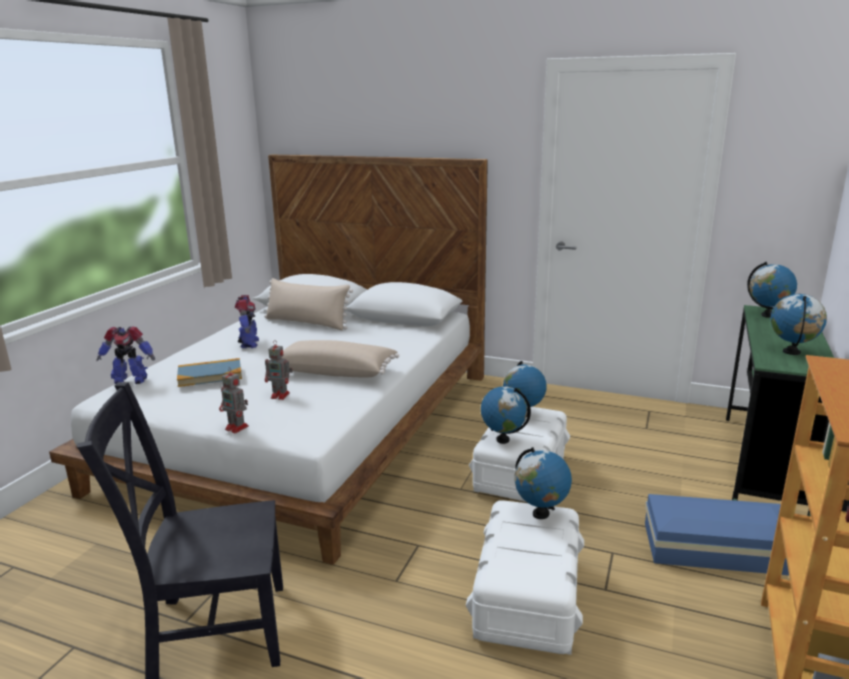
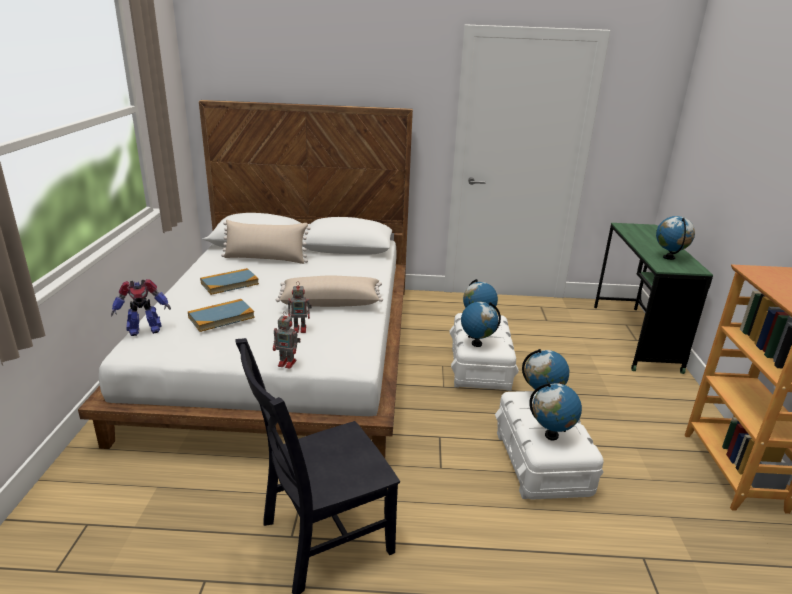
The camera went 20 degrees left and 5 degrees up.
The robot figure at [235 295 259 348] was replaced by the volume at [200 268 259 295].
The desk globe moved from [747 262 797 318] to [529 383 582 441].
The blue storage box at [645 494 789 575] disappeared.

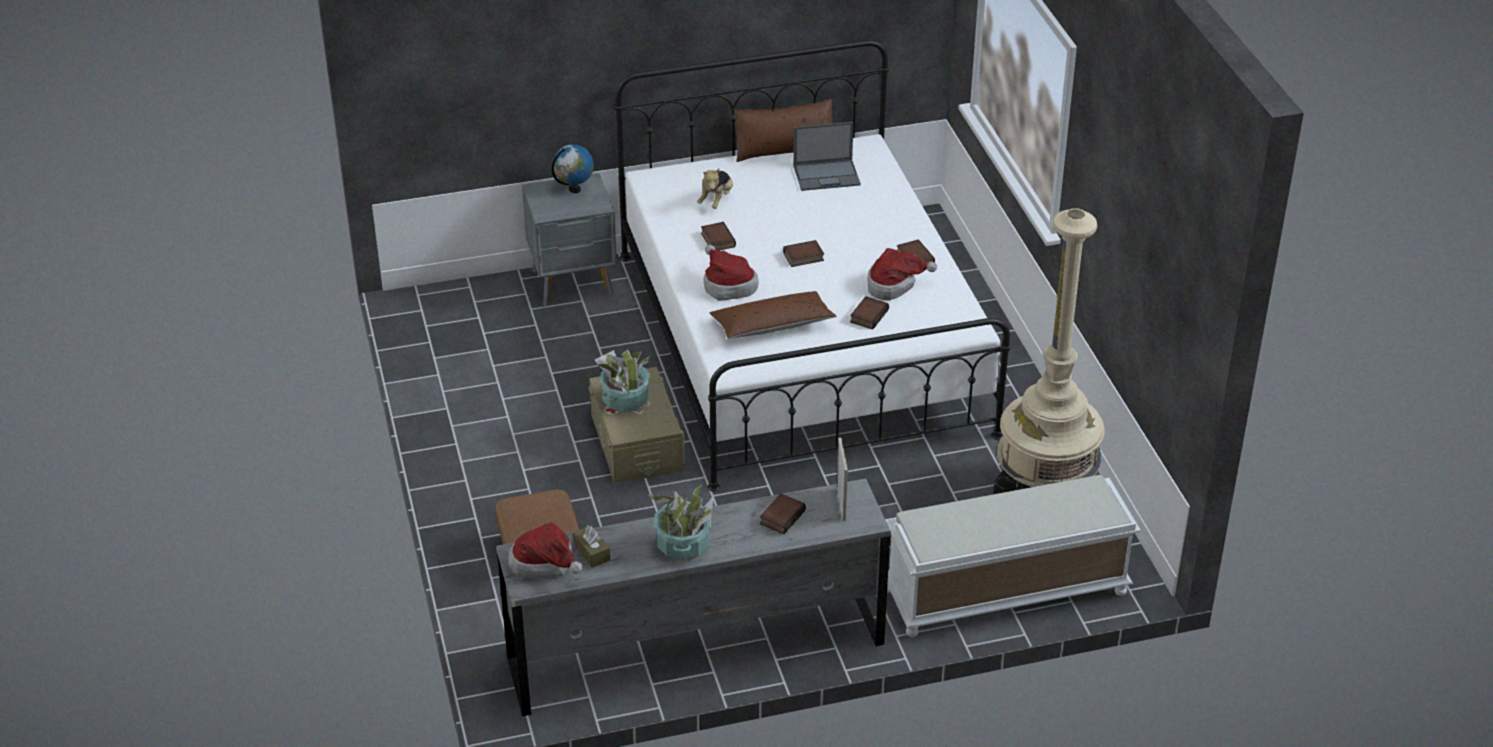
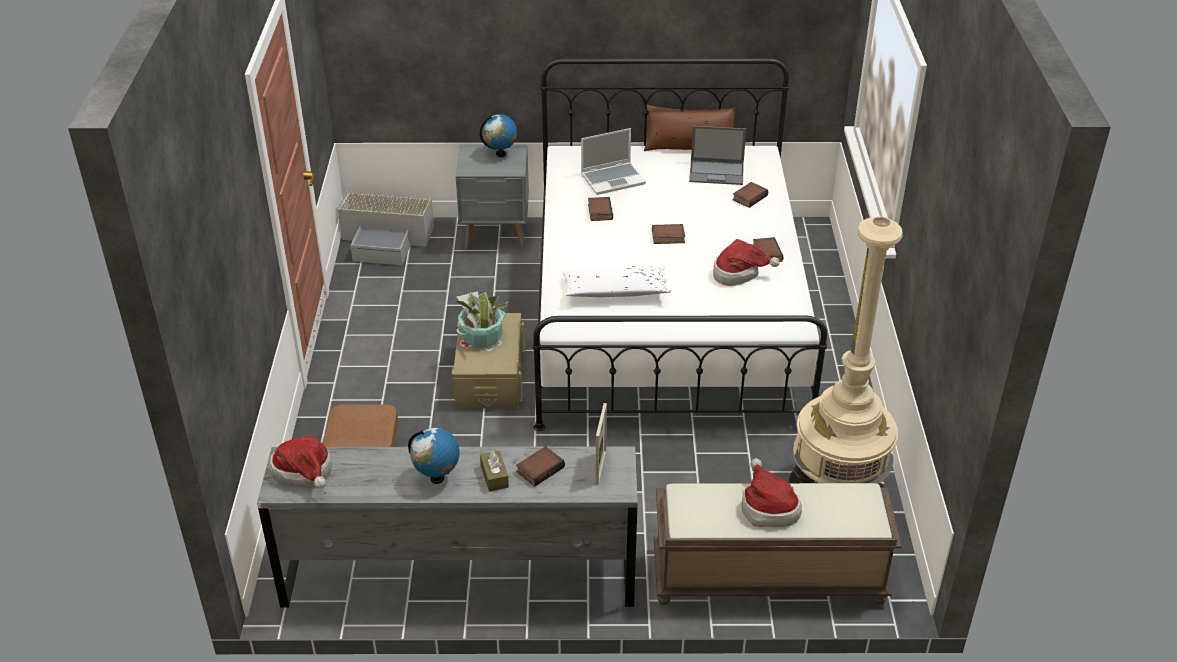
The camera went 15 degrees right and 0 degrees up.
The greyish storage box at [338 191 434 265] appeared.
The plant in a pot at [648 484 714 560] was replaced by the desk globe at [408 428 460 484].
The brownish tissue holder moved from [573 525 610 568] to [480 450 509 492].
The brownish throw pillow at [710 291 836 339] became the white-coloured throw pillow at [563 266 671 297].
The plush toy at [697 169 733 209] was replaced by the laptop at [581 128 646 195].
The white-coloured bench at [885 475 1141 637] became the brownish bench at [654 483 902 605].
The volume moved from [850 296 889 330] to [733 182 768 208].
The clothing hat moved from [704 245 759 301] to [742 458 802 527].

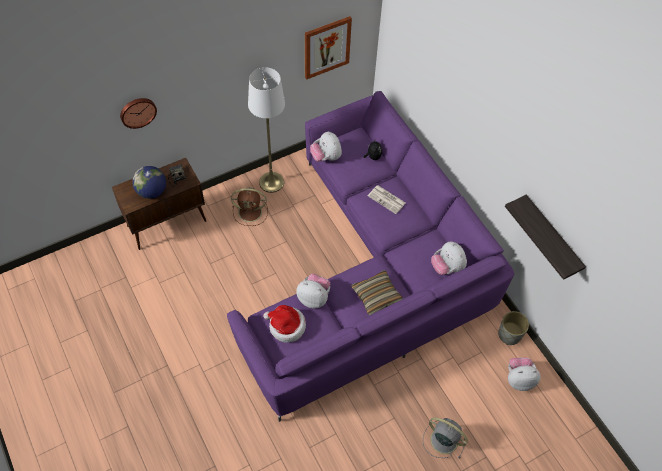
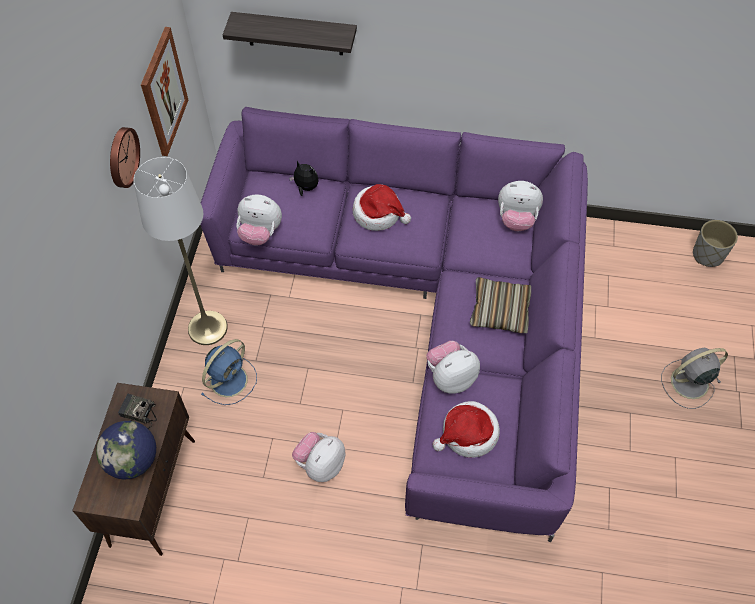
The camera went 50 degrees left and 0 degrees up.
The wall clock moved from [120 98 157 129] to [110 127 140 188].
The brownish fan at [231 188 268 226] became the blue fan at [201 339 257 405].
The shelf moved from [505 195 586 280] to [223 12 357 55].
The plush toy moved from [508 358 541 391] to [292 432 345 482].
The newspaper at [368 185 406 214] was replaced by the clothing hat at [353 184 411 231].
The greyish flower pot moved from [498 311 529 345] to [693 220 738 267].

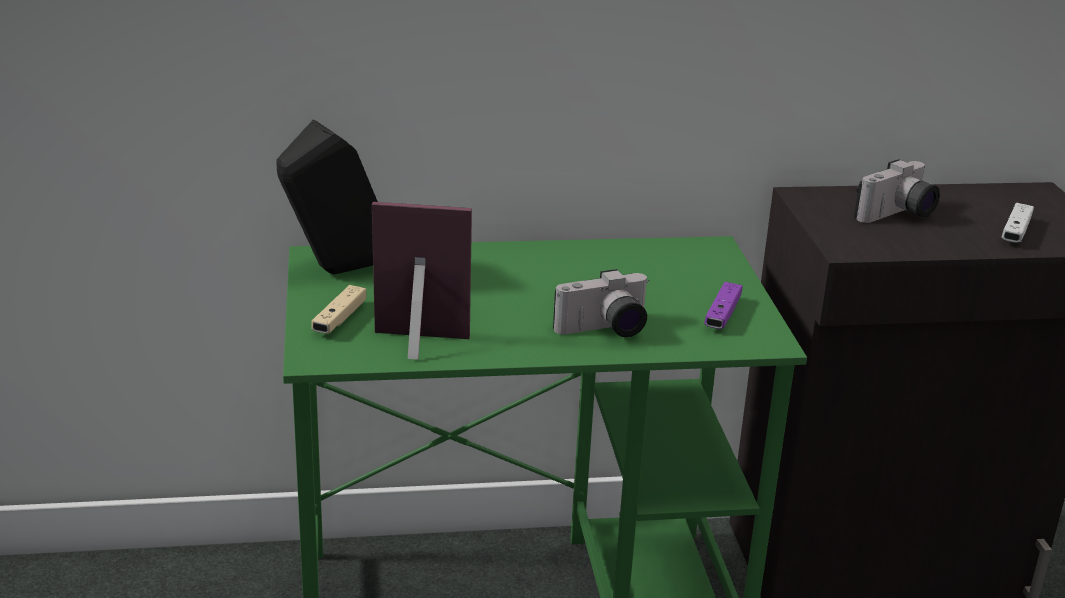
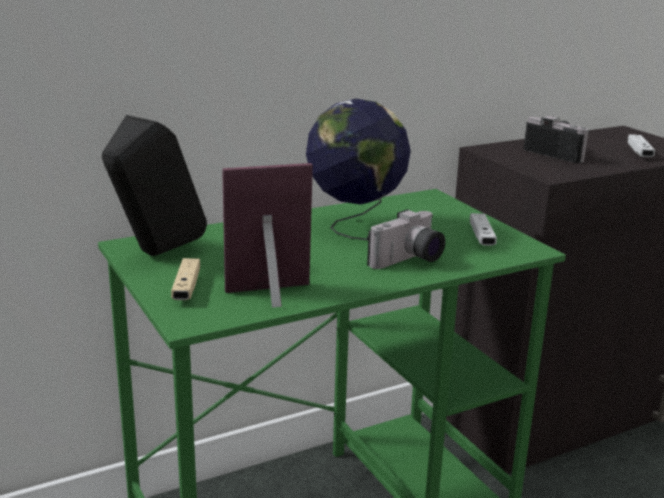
The camera went 20 degrees left and 5 degrees down.
The desk globe at [306 99 411 240] appeared.
The purple-coloured game controller at [704 282 742 329] became the white-coloured game controller at [470 213 497 246].
The photo camera at [854 159 940 223] turned 75 degrees counterclockwise.

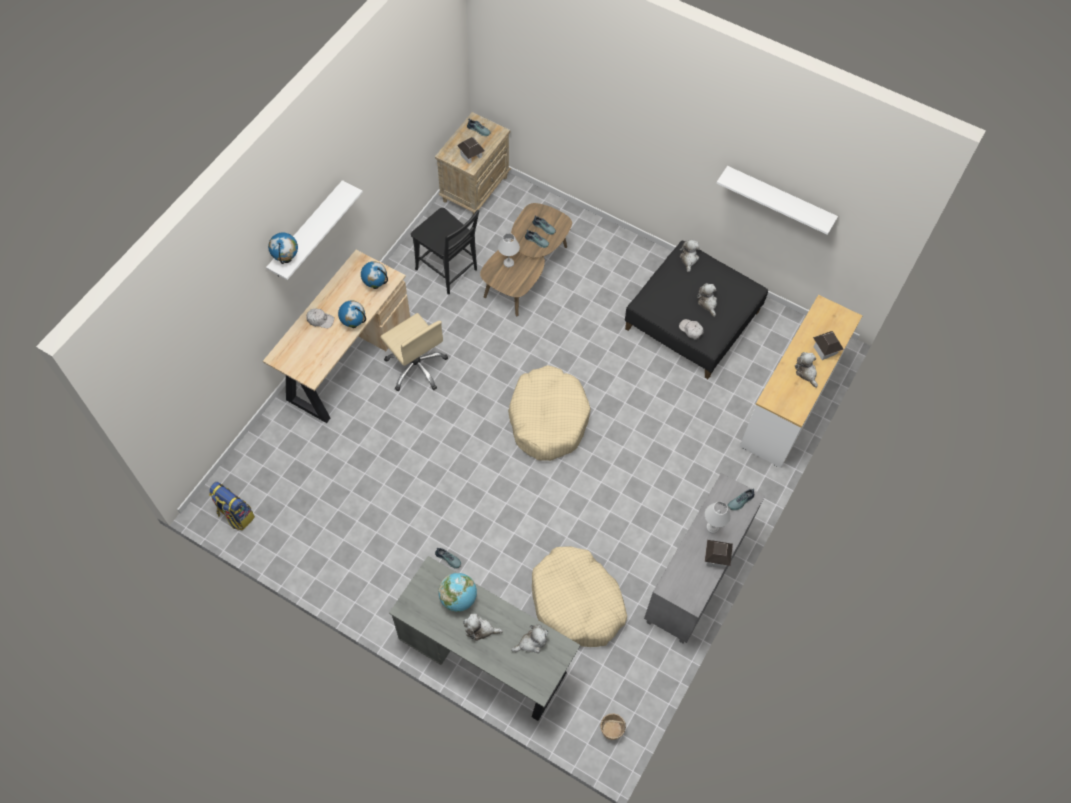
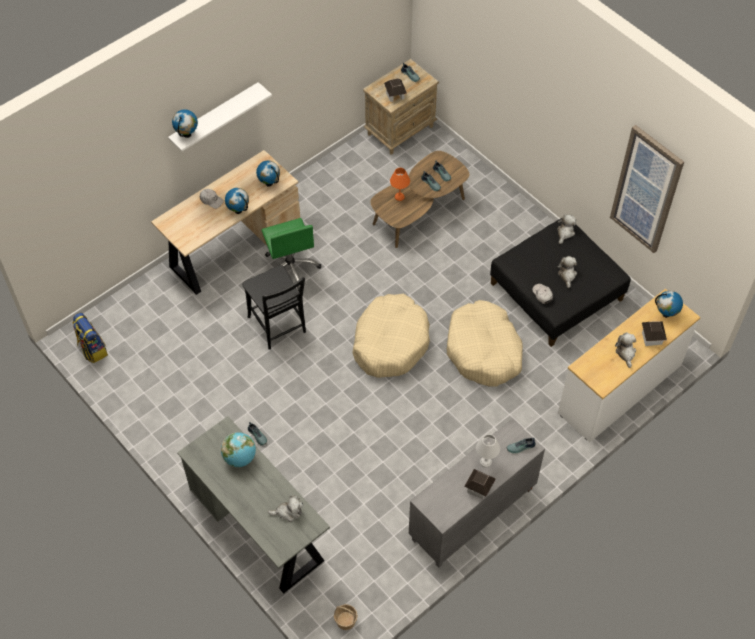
The camera went 20 degrees right and 5 degrees down.
The blackish plain chair moved from [411 208 479 295] to [242 265 306 350].
The beige-coloured computer chair at [380 313 448 391] became the green-coloured computer chair at [261 218 321 292].
The white-coloured lamp for a table at [498 233 520 267] became the orangey lamp for a table at [390 168 410 201].
The beige-coloured dog cushion moved from [532 546 627 647] to [447 300 523 386].
The white-coloured shelf at [716 166 838 235] was replaced by the wall picture at [610 125 684 253].
The desk globe at [655 291 683 318] appeared.
The plush toy at [463 614 503 641] disappeared.

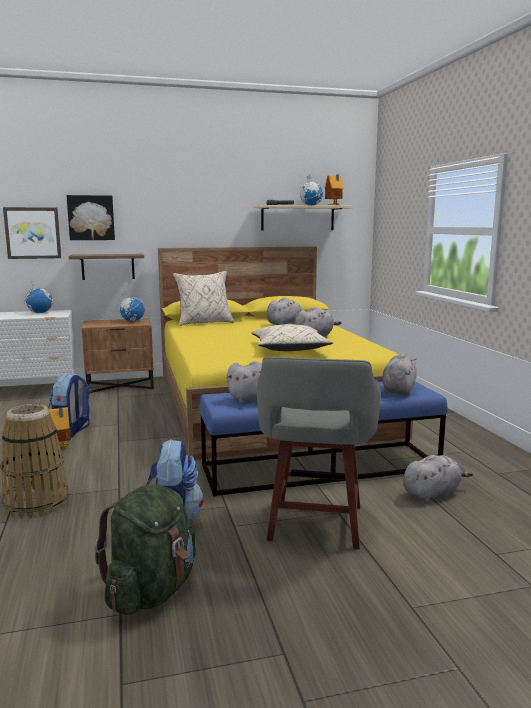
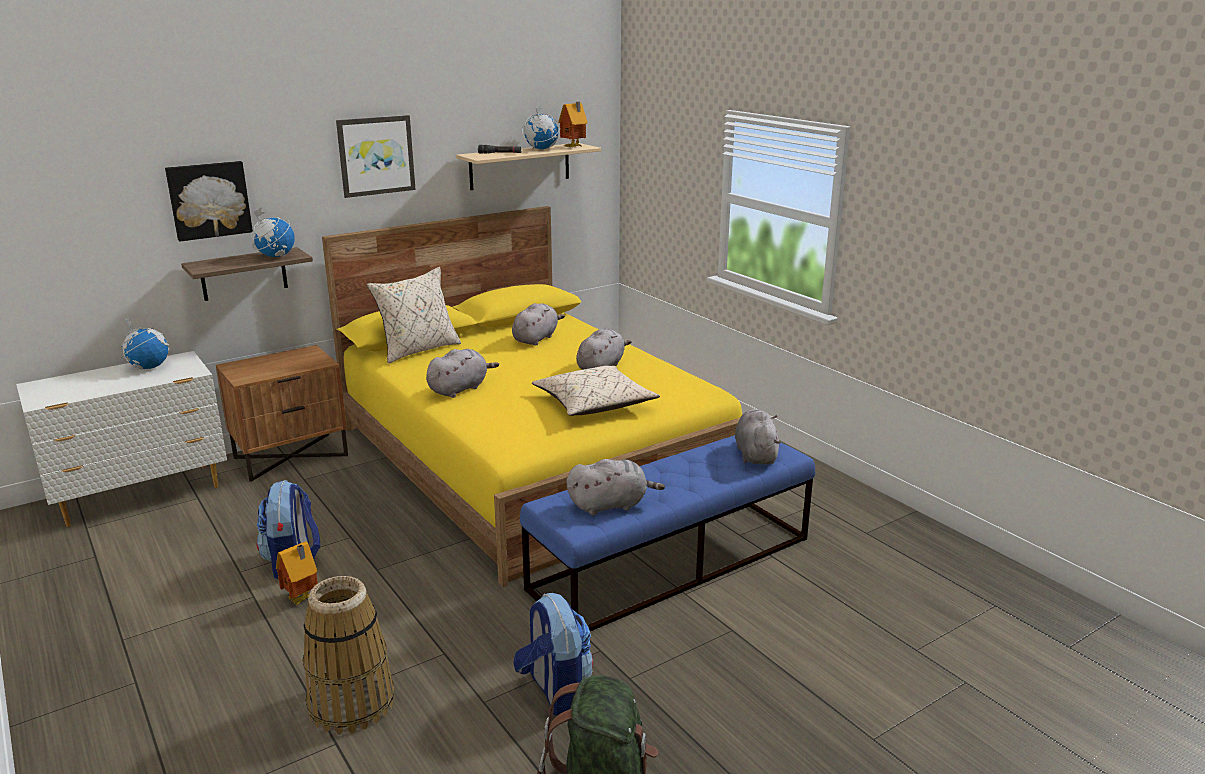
The camera went 20 degrees left and 10 degrees up.
The desk globe moved from [119 290 144 322] to [251 207 295 257].
The wall picture moved from [3 207 61 259] to [336 115 416 198].
The greyish plush toy moved from [403 455 473 502] to [426 349 499 398].
The greyish sitting stool at [257 357 381 549] disappeared.

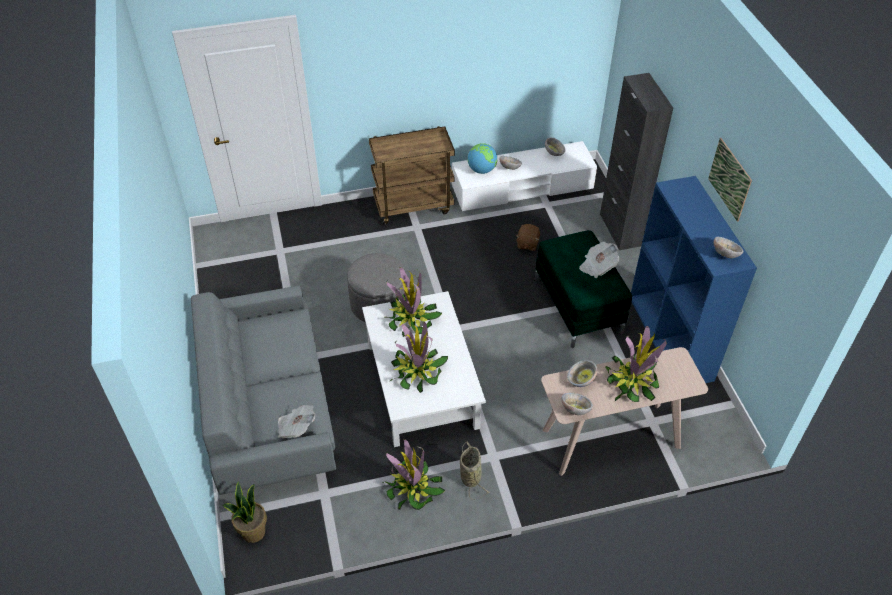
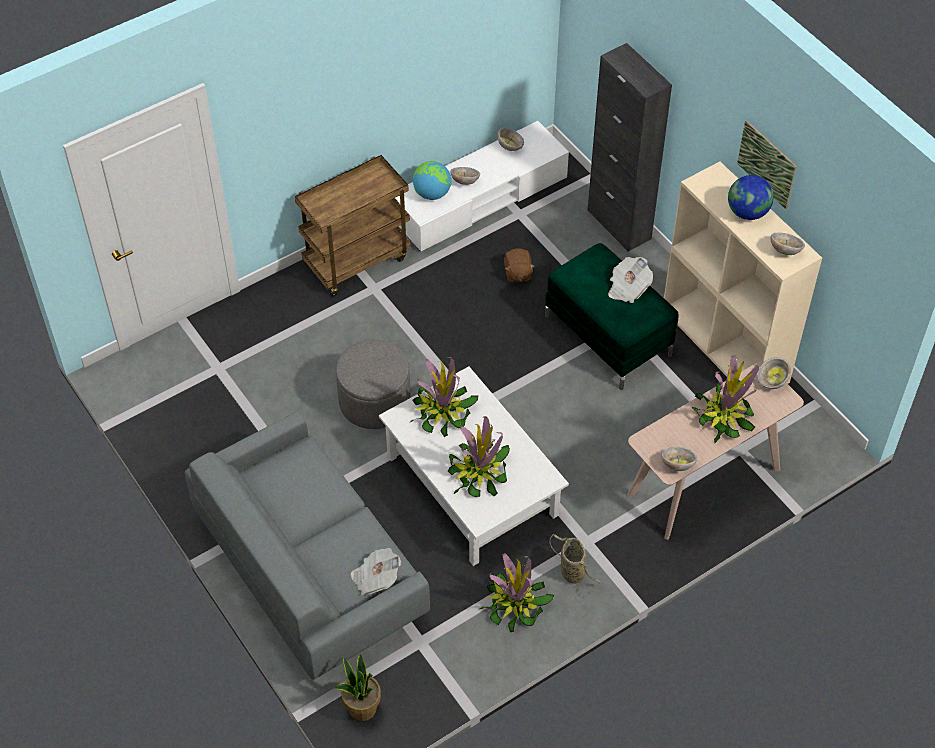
The camera went 20 degrees left and 5 degrees up.
The blue bookshelf at [631 176 757 383] became the beige-coloured bookshelf at [664 161 822 384].
The desk globe at [728 175 774 220] appeared.
The bowl moved from [567 360 597 387] to [757 357 791 389].

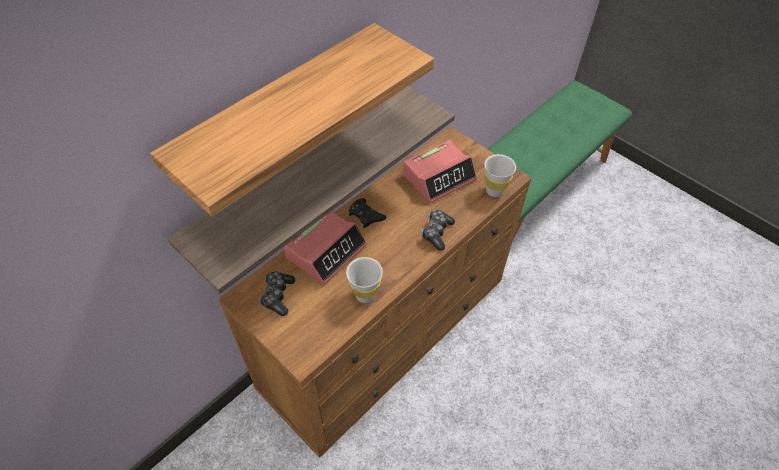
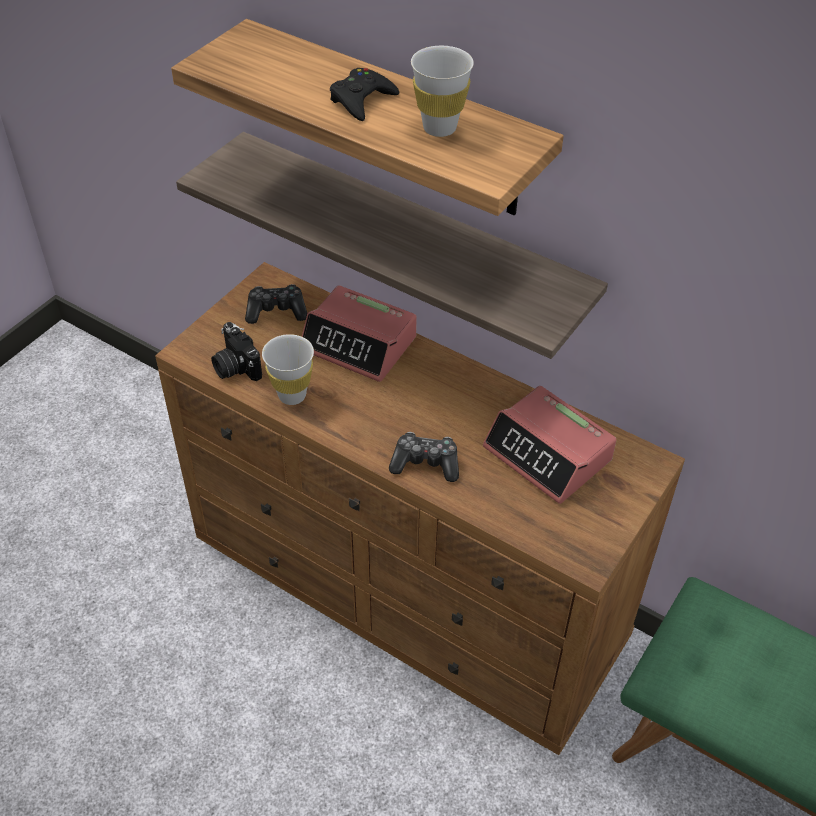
The camera went 80 degrees right and 5 degrees down.
The photo camera at [211 322 262 381] appeared.
The blackish game controller moved from [349 198 387 228] to [330 68 399 121].
The white-coloured small cup moved from [484 154 516 197] to [411 46 474 137].

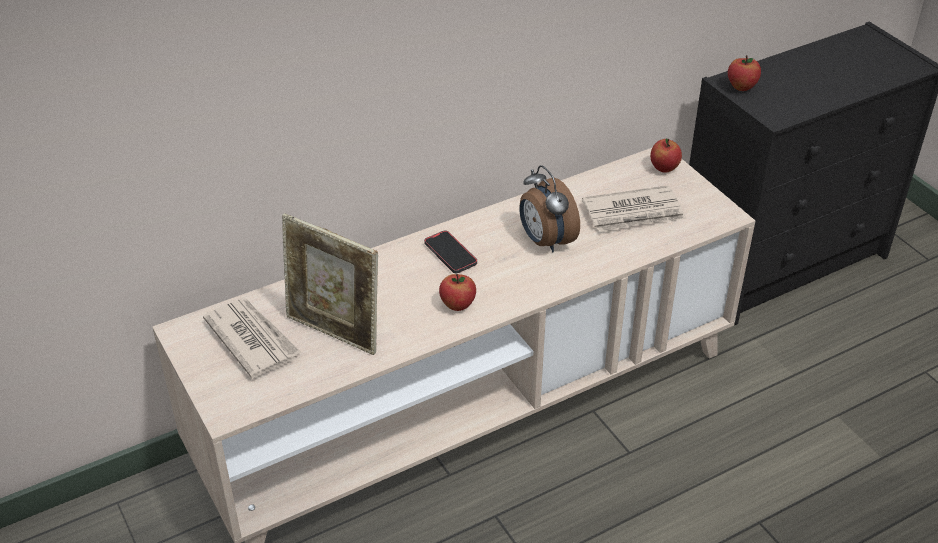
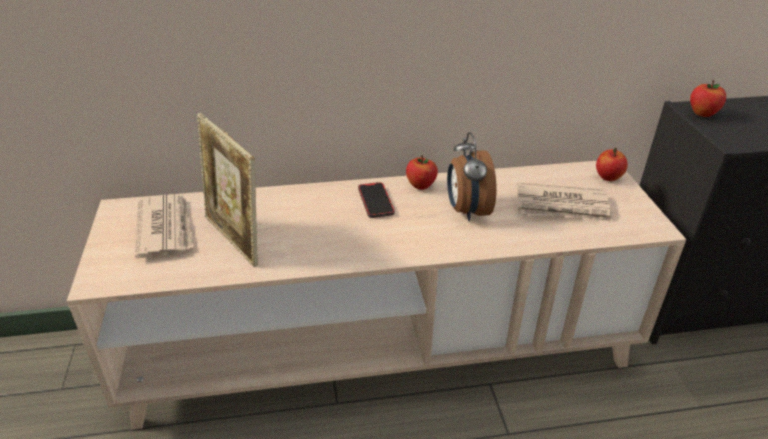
The camera went 20 degrees right and 5 degrees down.
The apple fruit moved from [439 274 476 311] to [406 155 438 190].

